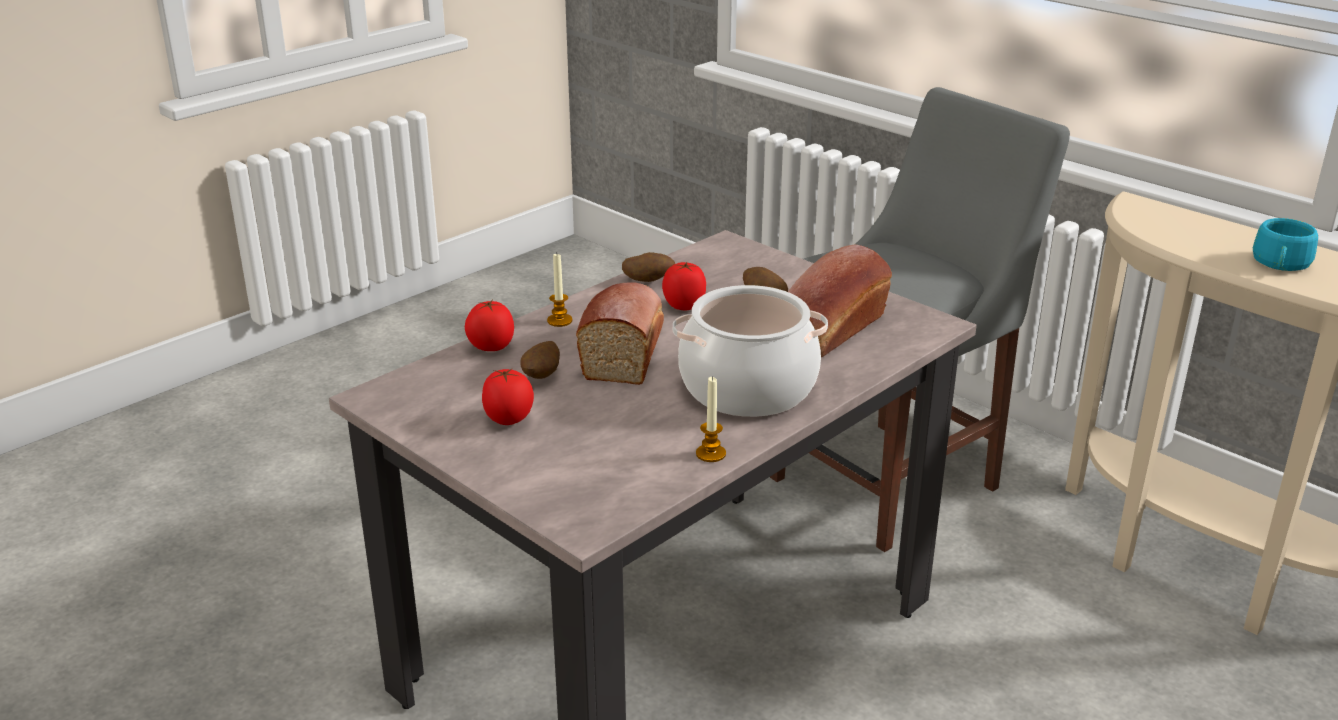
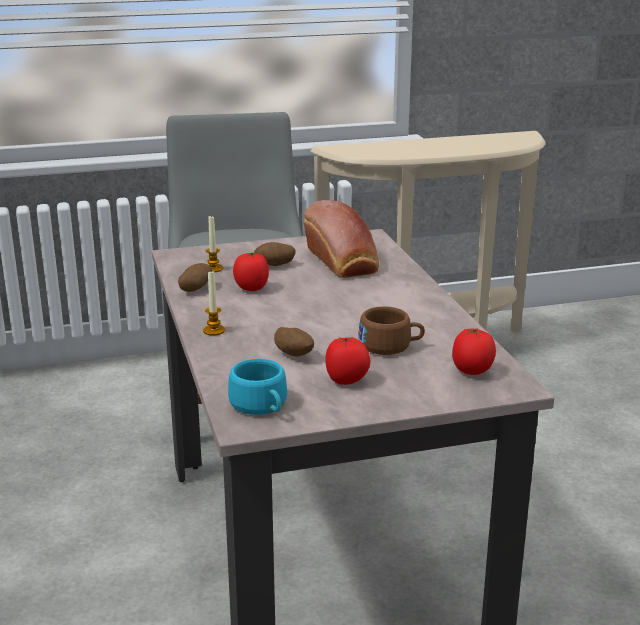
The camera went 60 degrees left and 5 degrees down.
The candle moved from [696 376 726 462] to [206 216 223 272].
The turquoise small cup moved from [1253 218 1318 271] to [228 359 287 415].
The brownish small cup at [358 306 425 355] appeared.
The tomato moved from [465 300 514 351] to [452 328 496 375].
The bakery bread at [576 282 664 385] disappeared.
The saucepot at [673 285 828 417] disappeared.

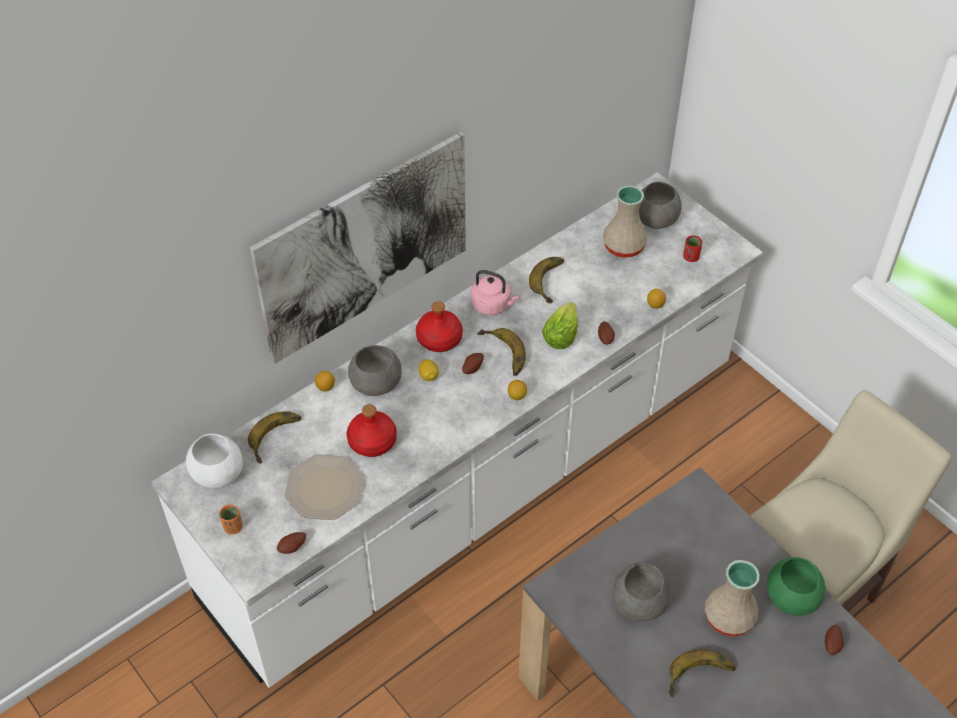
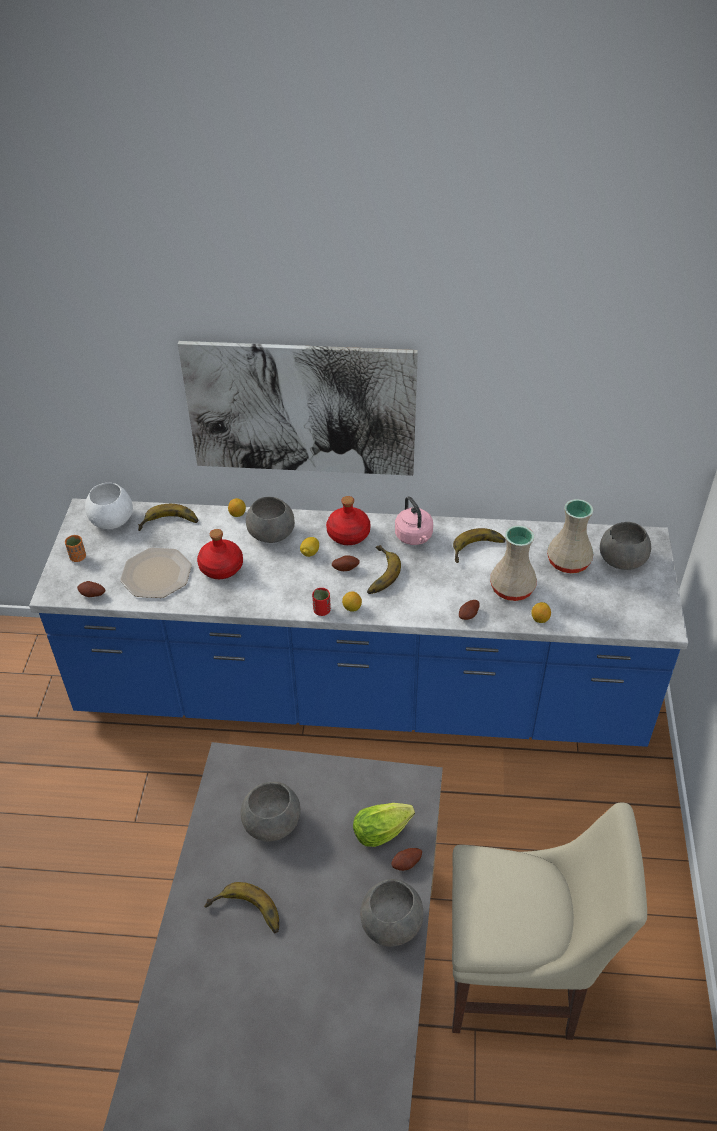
The camera went 45 degrees right and 5 degrees down.
The white-coloured kitchen counter at [151 172 763 688] became the blue kitchen counter at [29 498 688 747].
The reddish small cup moved from [683 235 702 262] to [312 588 331 616].
The lettuce moved from [542 302 578 349] to [353 803 415 847].
The green-coloured bowl at [767 557 825 616] became the greyish bowl at [360 879 423 947].
The potato moved from [825 625 844 655] to [391 848 422 871].
The beige-coloured vase moved from [705 560 760 637] to [490 525 537 601].

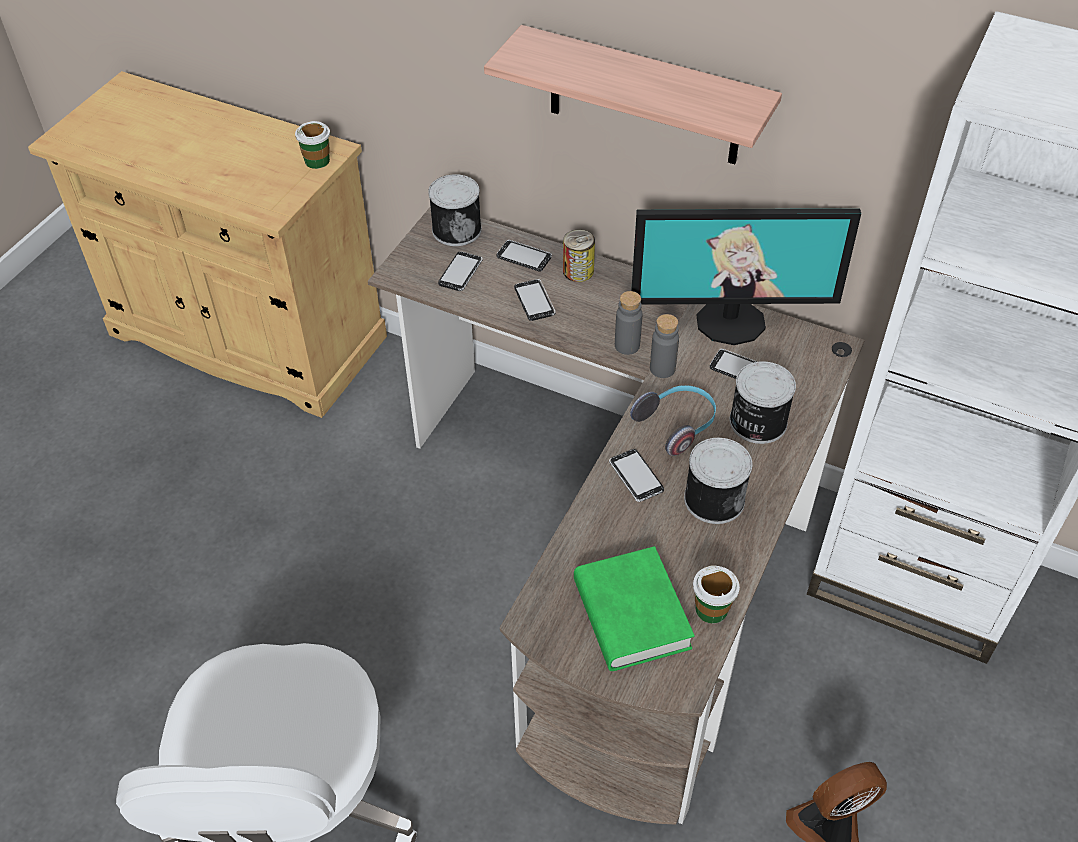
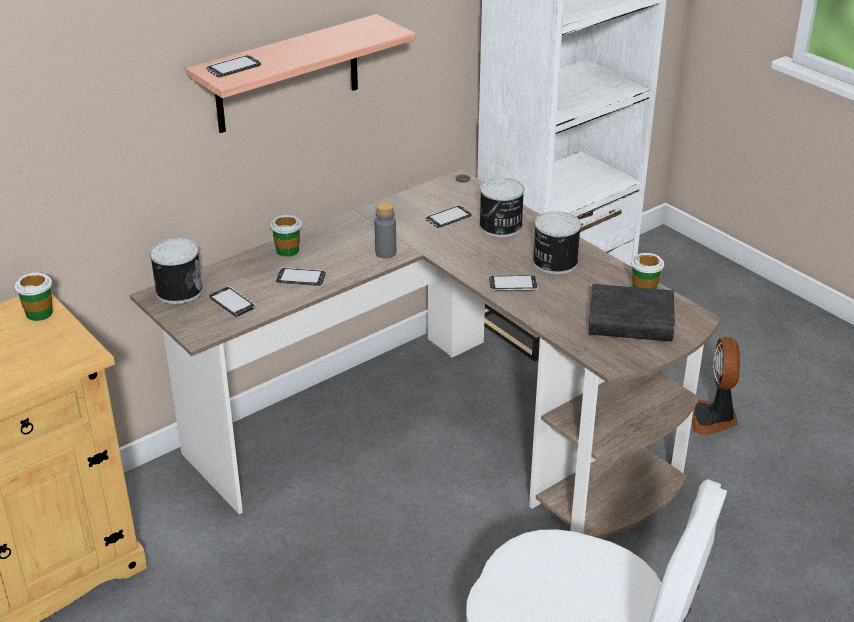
The camera went 65 degrees left and 15 degrees down.
The handset moved from [497 240 552 271] to [206 55 261 78].
The metal can at [563 229 595 282] was replaced by the small cup at [270 215 302 257].
The green-coloured volume at [574 546 695 671] became the blackish volume at [588 284 675 342].
The pair of headphones at [630 385 716 456] disappeared.
The computer display at [631 208 861 345] disappeared.
The greyish drink bottle at [650 314 679 378] disappeared.

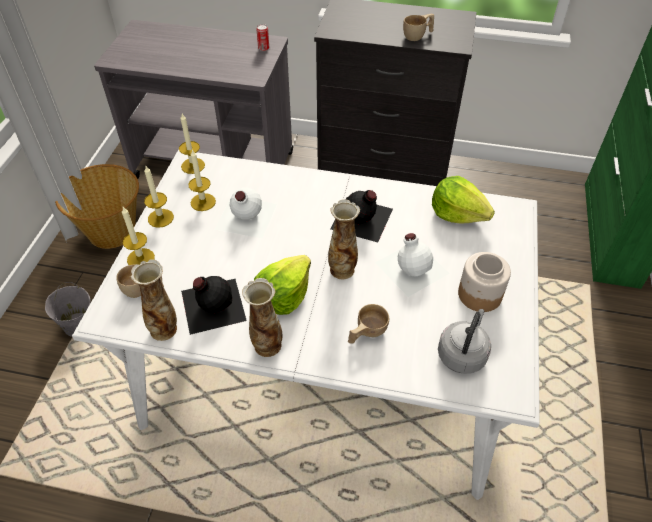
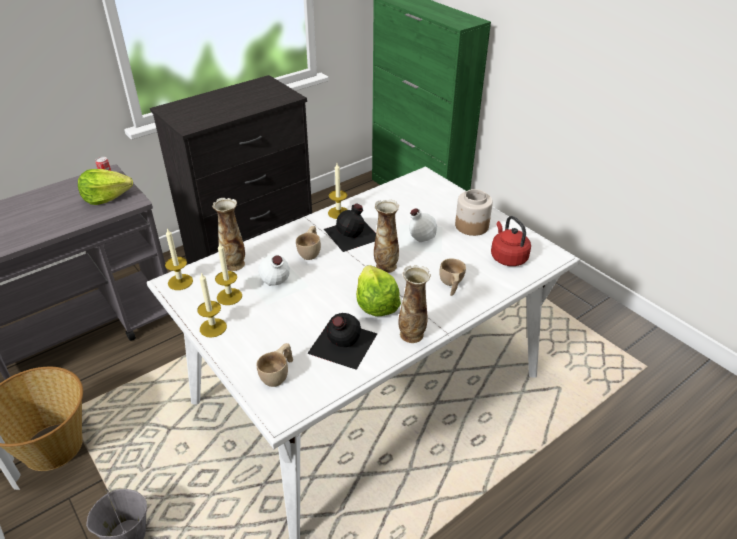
The camera went 50 degrees left and 10 degrees down.
The lettuce moved from [432 176 495 224] to [78 169 133 205].
The vase moved from [131 259 177 341] to [212 198 245 271].
The beige-coloured small cup moved from [403 14 434 41] to [296 226 321 260].
The candle moved from [122 207 155 265] to [328 163 348 219].
The greyish tea kettle at [438 309 491 374] became the reddish tea kettle at [491 216 531 266].

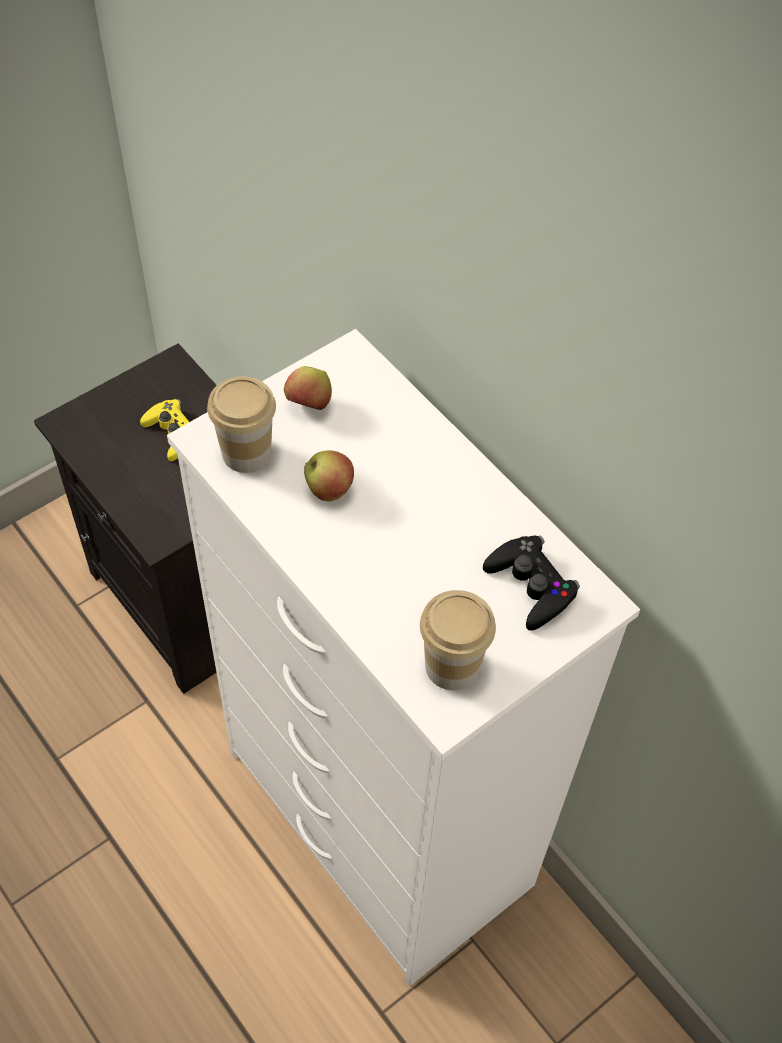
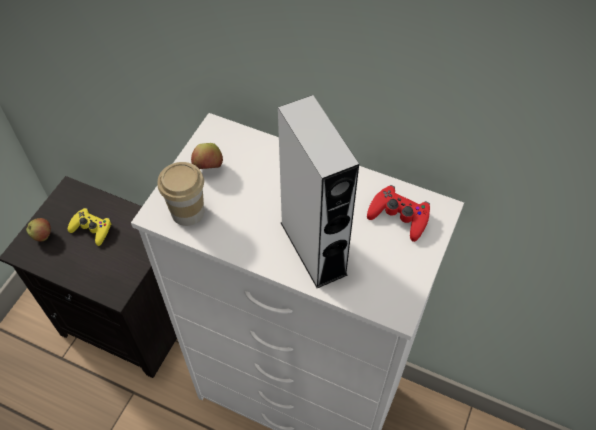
The camera went 25 degrees left and 0 degrees up.
The apple fruit moved from [304 451 354 502] to [26 218 51 242].
The greyish loudspeaker at [278 95 359 288] appeared.
The blackish game controller at [483 536 580 631] became the reddish game controller at [367 185 430 242].
The small cup at [420 590 496 690] disappeared.

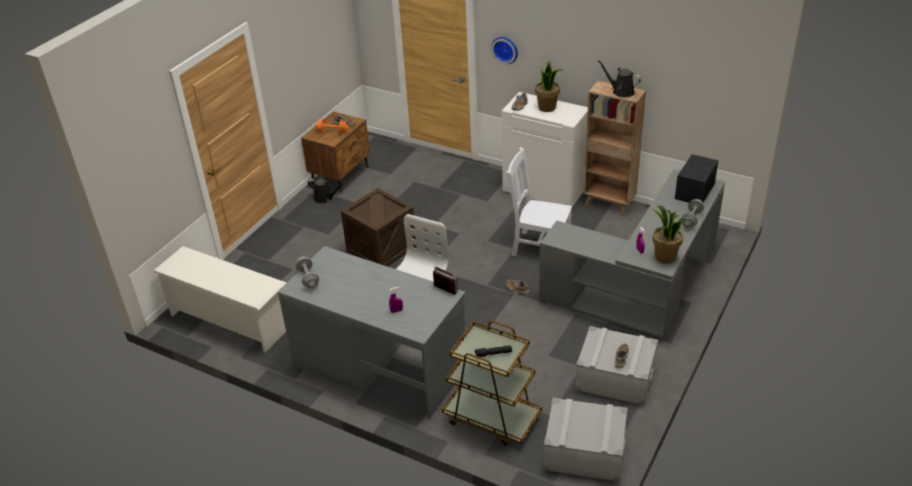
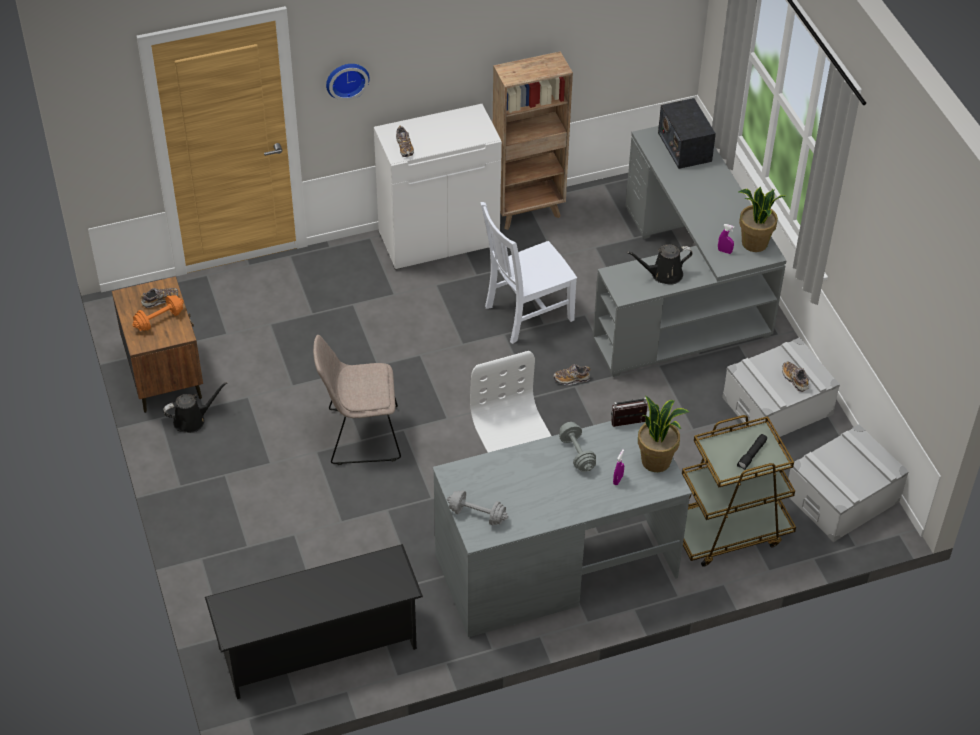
The camera went 50 degrees left and 10 degrees up.
The white-coloured shoe stand at [153 246 286 353] became the blackish shoe stand at [205 544 423 699].
The crate at [341 188 417 267] was replaced by the beige-coloured plain chair at [313 335 401 465].
The greyish dumbbell moved from [682 199 704 228] to [559 422 596 472].
The blackish watering can moved from [598 60 641 98] to [627 244 693 285].
The plant in a pot moved from [535 60 564 112] to [638 396 689 472].

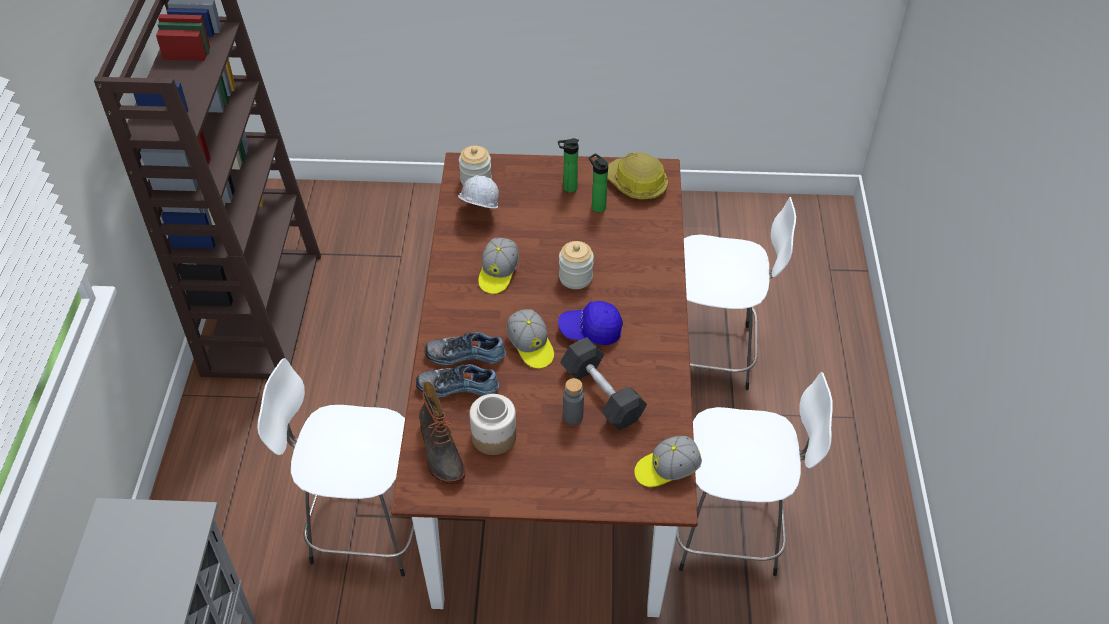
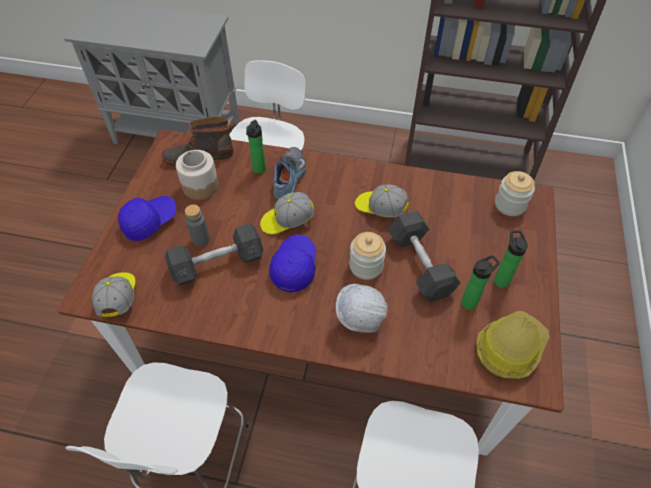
The camera went 100 degrees right and 5 degrees up.
The blue cap at [118 196 176 241] appeared.
The low shoe at [416 364 499 397] was replaced by the drink bottle at [246 120 266 174].
The white-coloured safety helmet moved from [458 175 499 208] to [336 284 388 333].
The greyish dumbbell at [388 211 460 301] appeared.

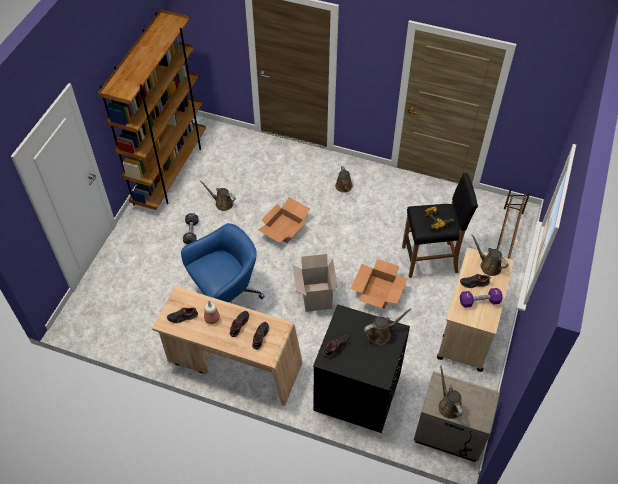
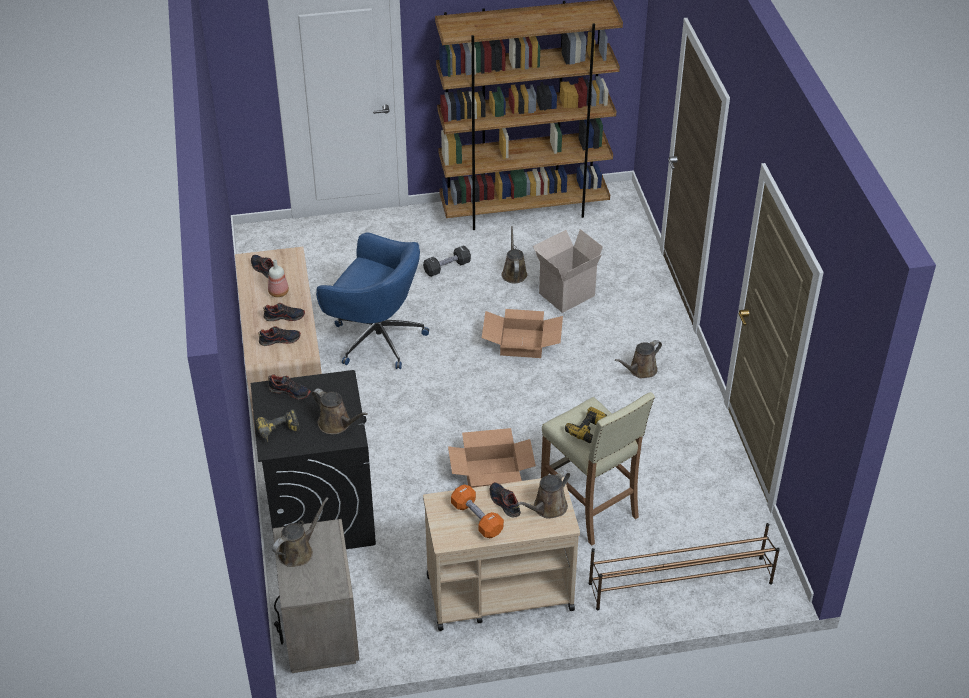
The camera went 60 degrees right and 10 degrees down.
The drill at [256 409 299 442] appeared.
The purple-coloured dumbbell at [460 288 502 308] became the orangey dumbbell at [451 485 504 538].
The brownish watering can at [471 234 509 276] turned 150 degrees counterclockwise.
The packing box moved from [292 254 338 312] to [533 229 603 313].
The blackish sitting stool at [402 173 478 278] became the beige-coloured sitting stool at [541 392 655 546].

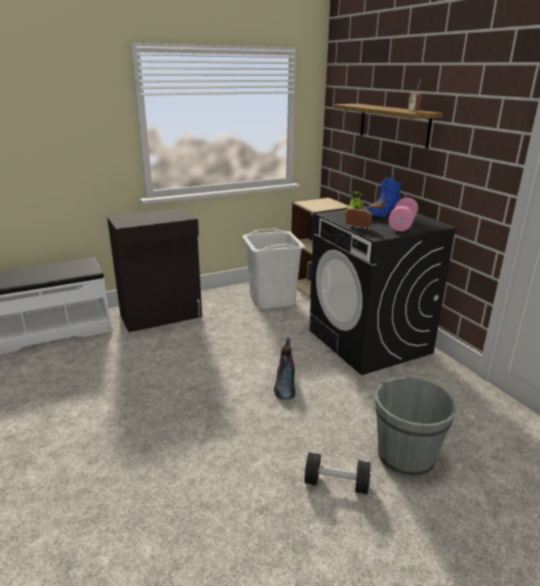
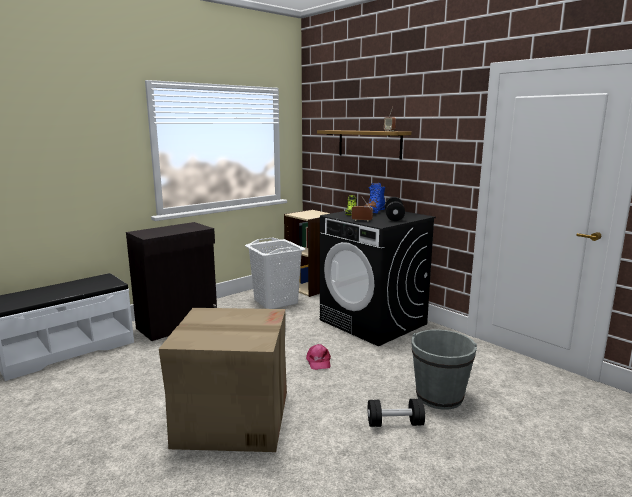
The camera went 15 degrees left and 10 degrees down.
The packing box at [159 308 287 452] appeared.
The boot at [274 338 295 400] was replaced by the pinkish cap at [306 344 331 370].
The pinkish dumbbell at [389 197 418 231] became the blackish dumbbell at [385 197 405 221].

